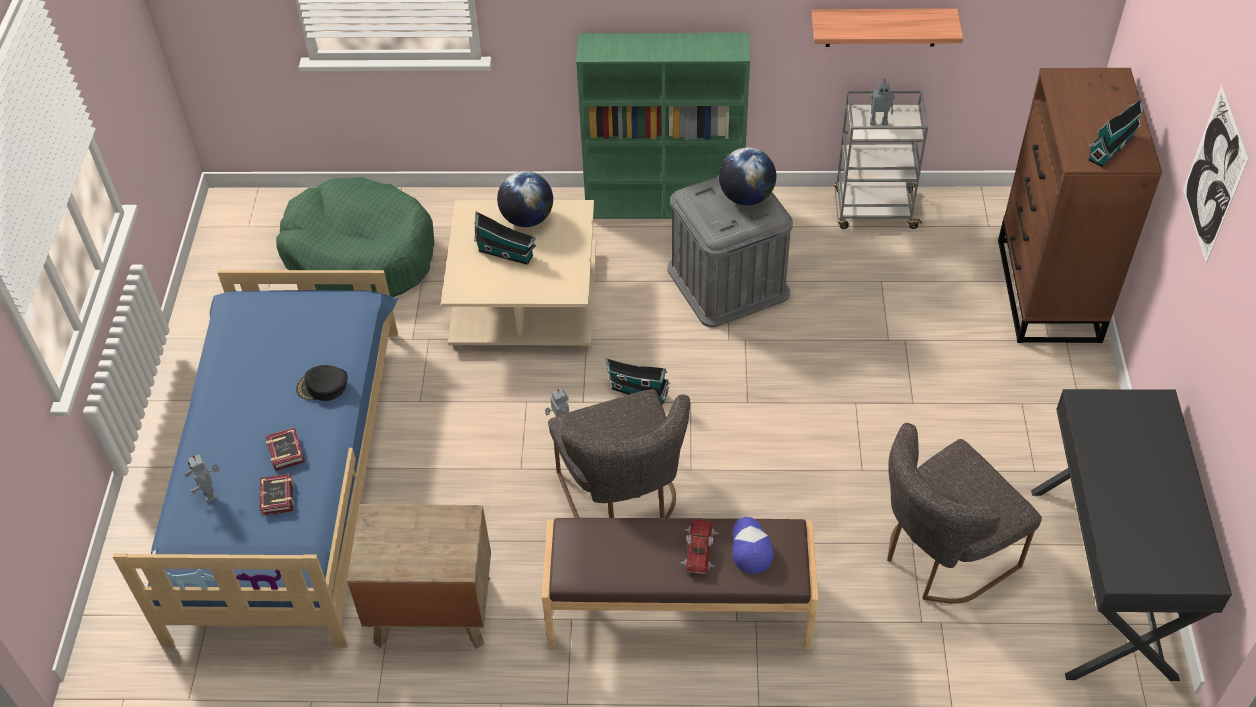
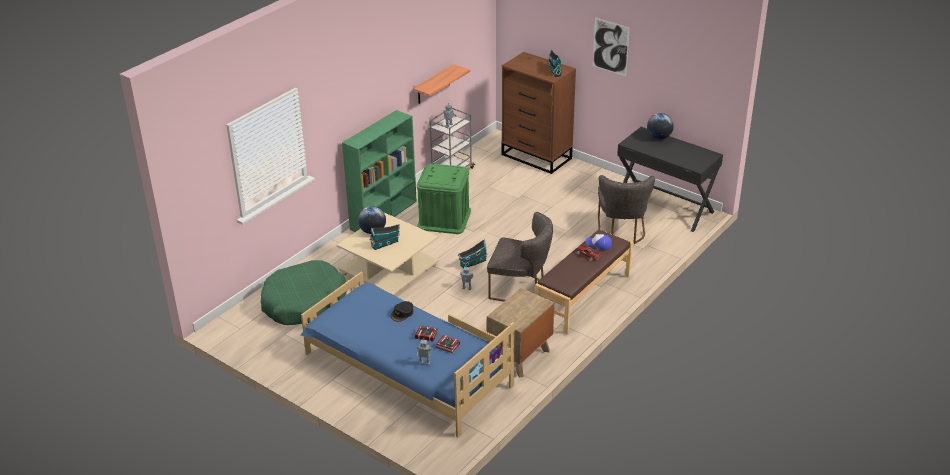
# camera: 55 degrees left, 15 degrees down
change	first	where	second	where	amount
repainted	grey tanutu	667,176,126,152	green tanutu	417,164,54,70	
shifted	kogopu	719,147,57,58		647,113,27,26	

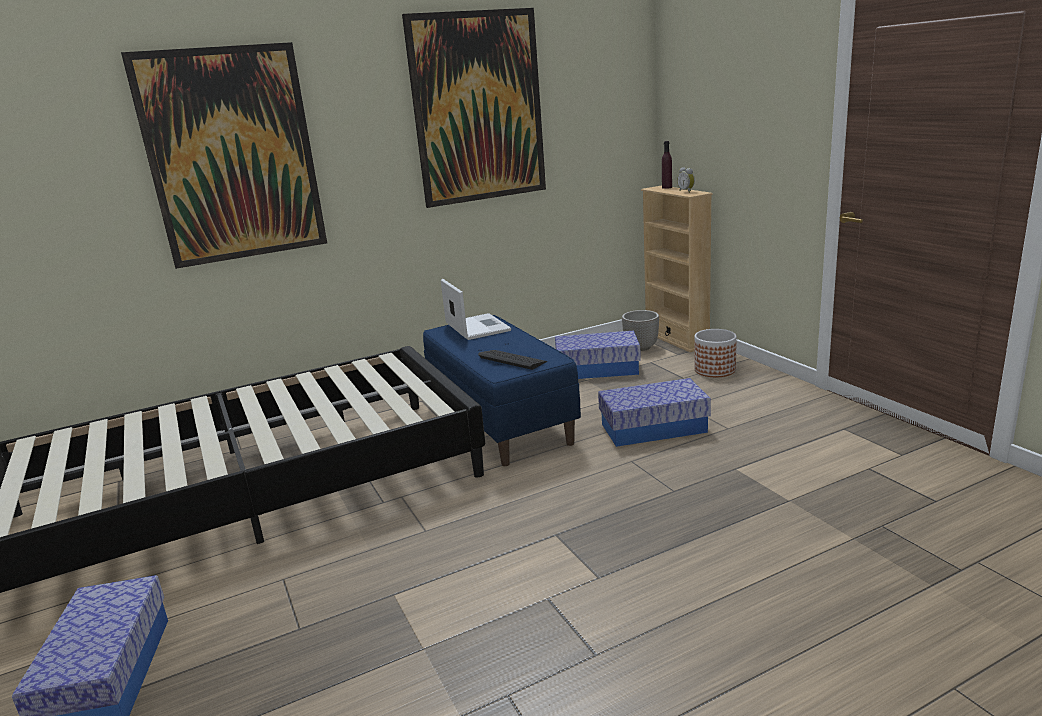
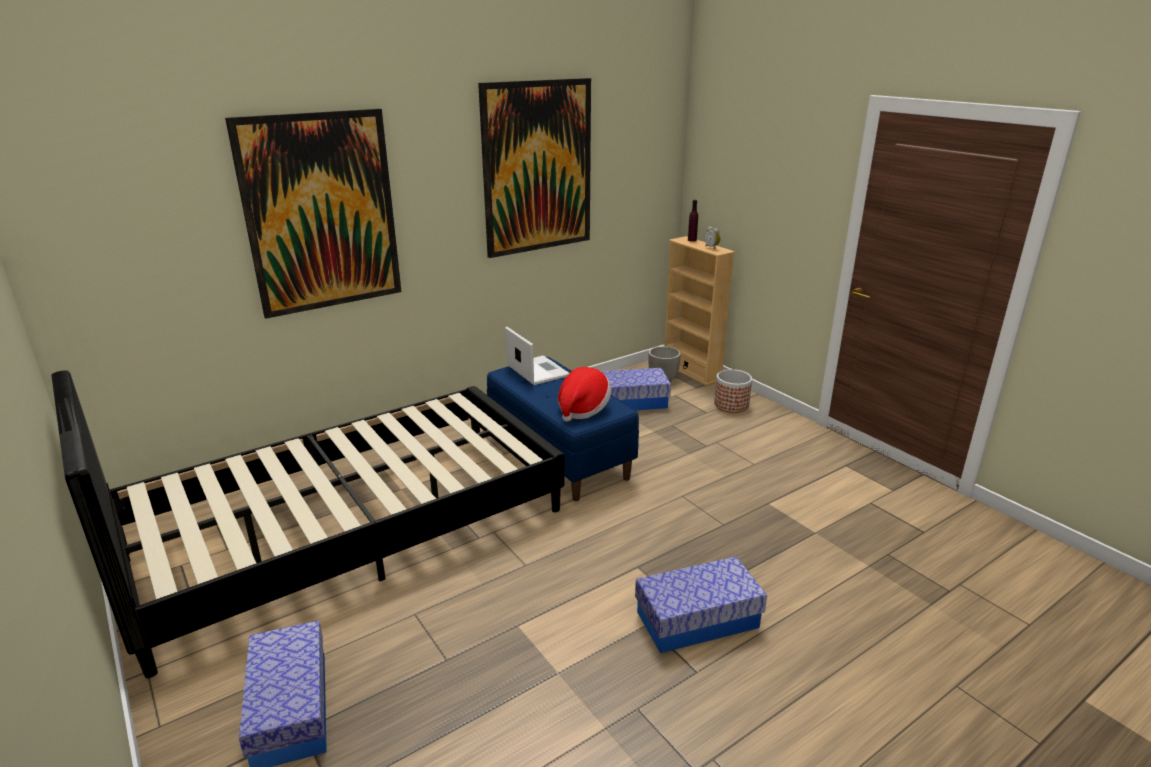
# camera: 10 degrees left, 5 degrees up
change	first	where	second	where	amount
swapped	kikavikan	478,350,69,20	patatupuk	558,367,53,55	
shifted	tanutu	598,378,113,69		635,556,132,97	

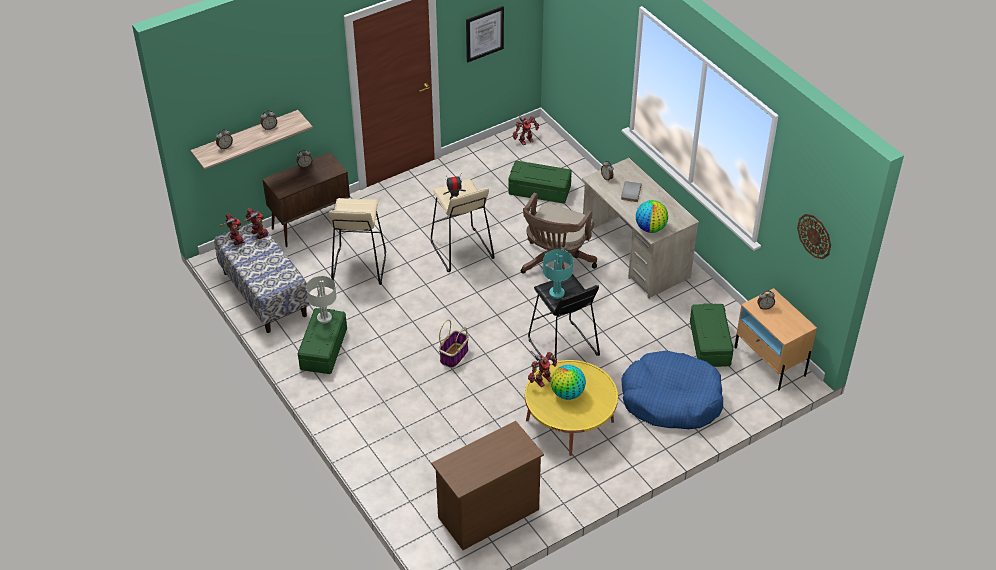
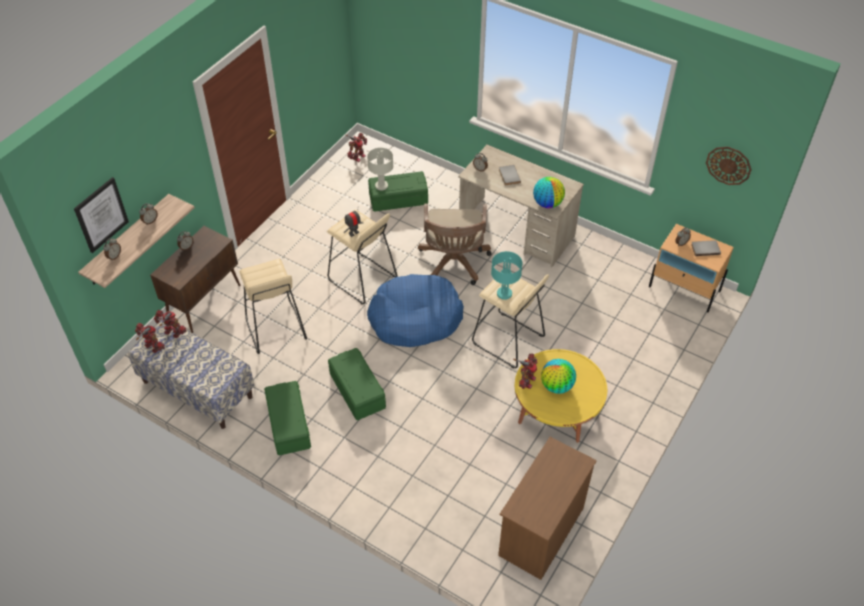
# camera: 25 degrees left, 5 degrees up
change	first	where	second	where	amount
shifted	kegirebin	466,6,38,56		74,177,55,76	
shifted	green tanutu	690,303,43,64		328,348,58,72	
shifted	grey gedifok	306,276,31,48		367,148,26,42	
shifted	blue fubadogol	621,350,102,79		367,274,97,73	
repainted	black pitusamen	528,274,72,85	beige pitusamen	472,274,77,95	
new			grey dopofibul	691,240,30,16	
gone	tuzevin	439,320,30,48			

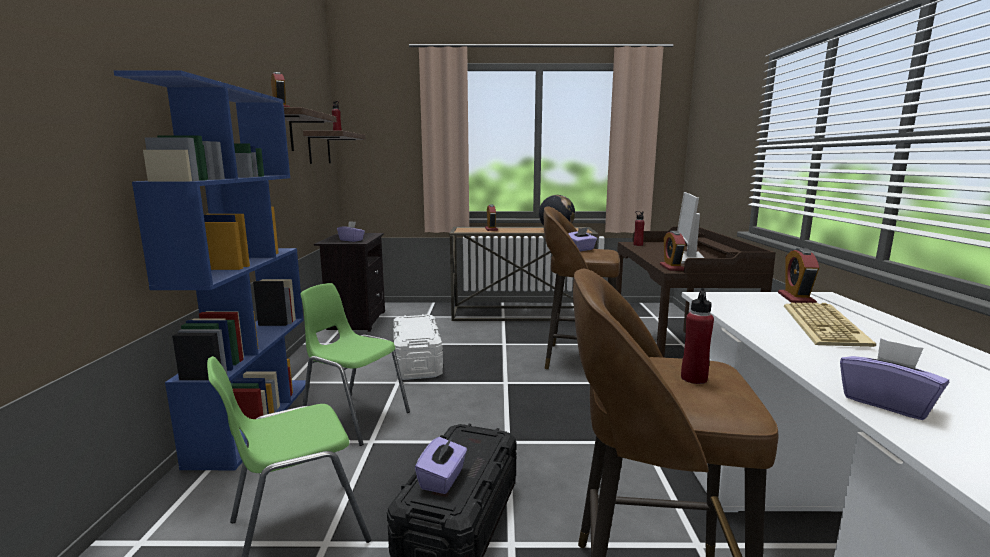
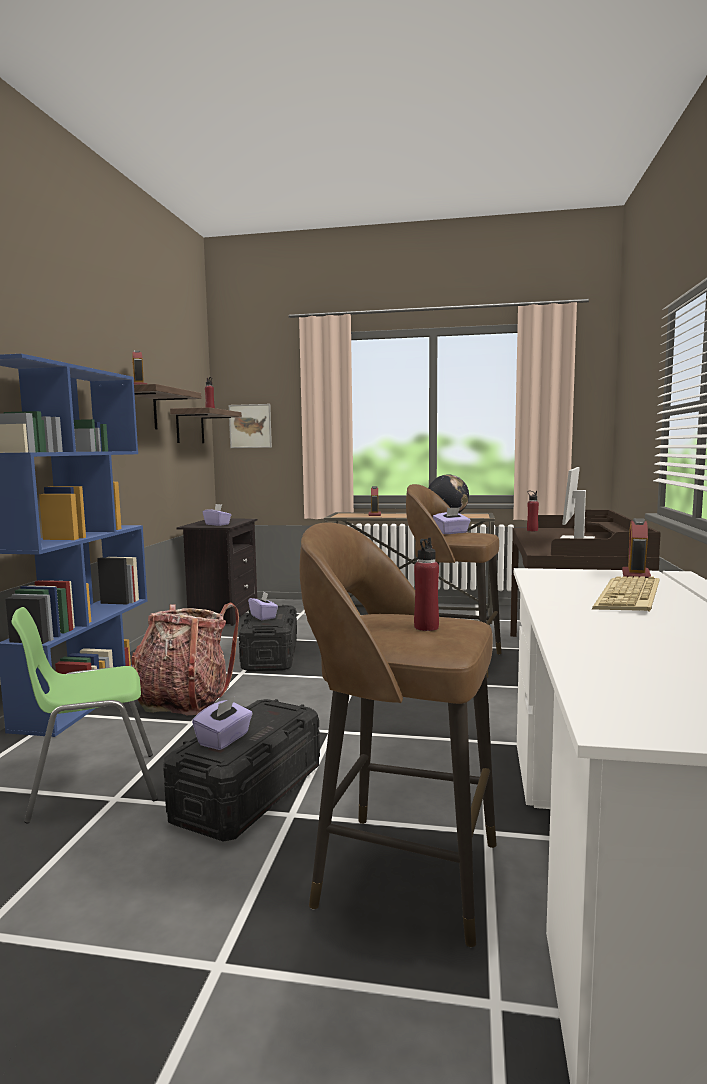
# camera: 10 degrees right, 5 degrees down
change	first	where	second	where	amount
swapped	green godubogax	301,283,109,163	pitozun	132,602,107,113	
new			kegirebin	229,404,43,44	
repainted	white tanutu	393,314,50,66	black tanutu	239,605,58,66	
shifted	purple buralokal	840,338,109,82		248,592,30,28	
gone	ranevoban	660,231,26,40			

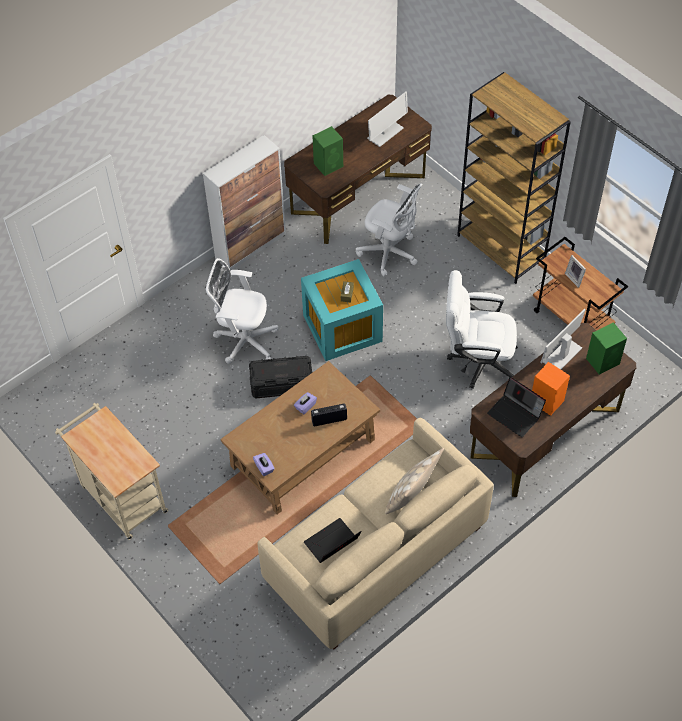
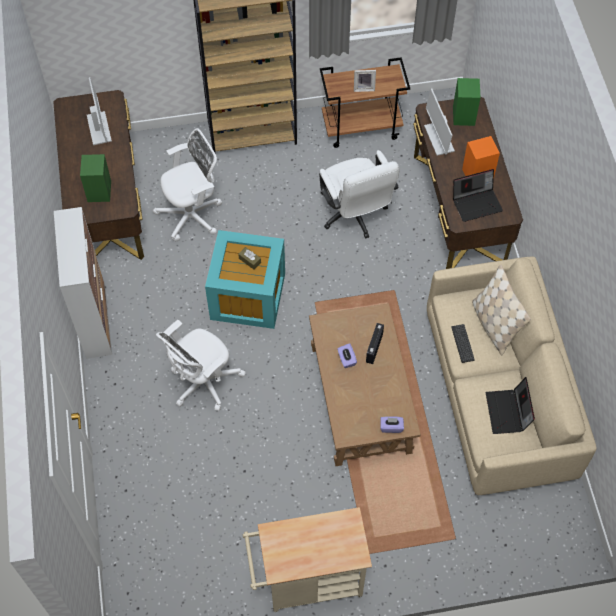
# camera: 60 degrees left, 5 degrees up
change	first	where	second	where	amount
rotated	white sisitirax	446,270,72,118		319,150,81,89	60 degrees counterclockwise
new			kikavikan	451,324,24,39	
gone	black tanutu	249,356,64,43			

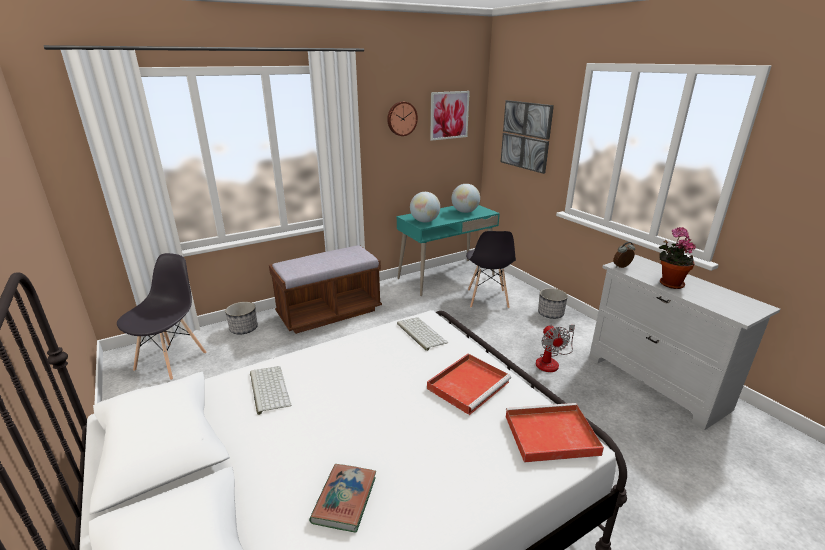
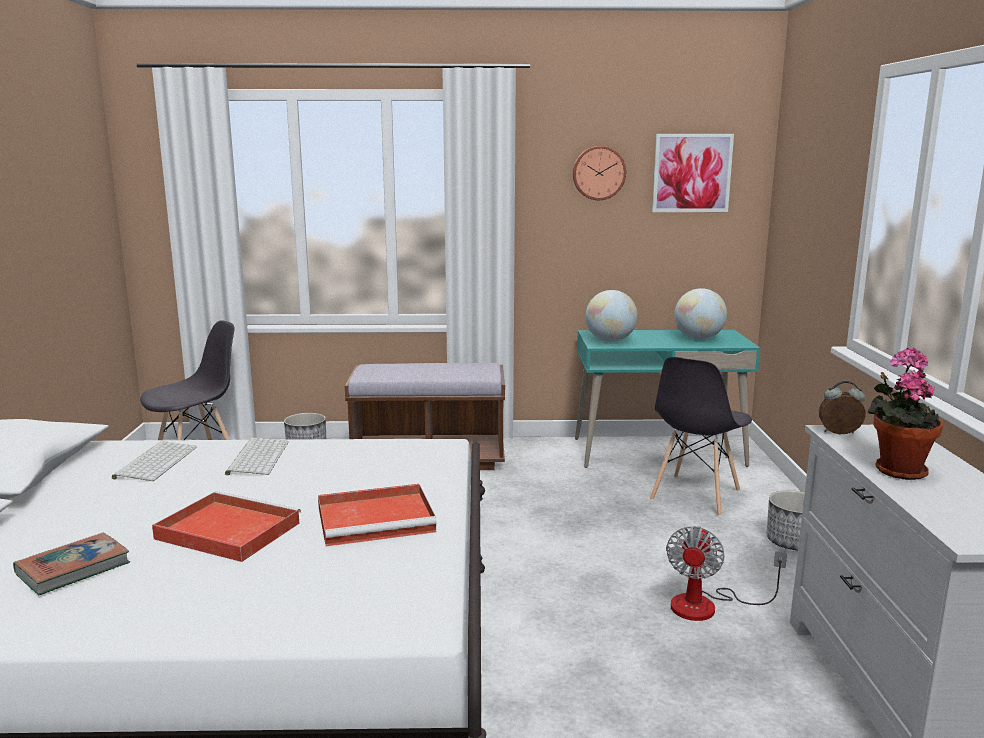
# camera: 30 degrees right, 10 degrees down
change	first	where	second	where	amount
shifted	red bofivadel	505,403,99,59		152,491,149,71	
shifted	kikavikan	397,317,51,34		225,437,64,38	
gone	kegirebin	501,100,53,74			

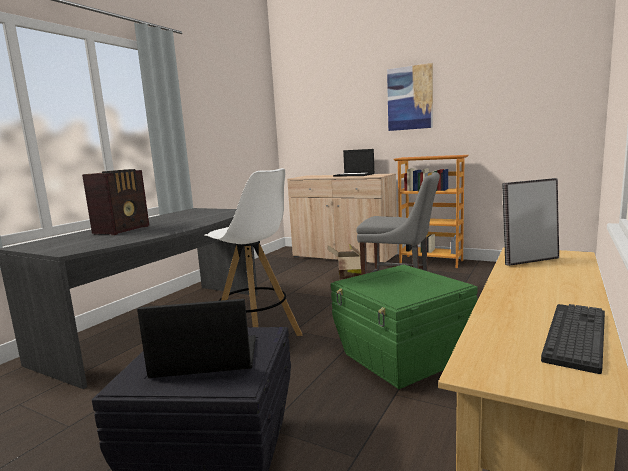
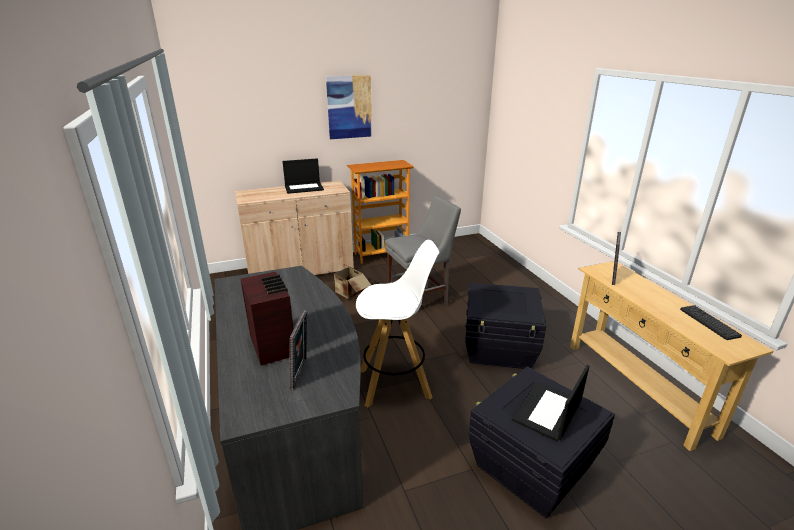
# camera: 50 degrees left, 15 degrees up
change	first	where	second	where	amount
new			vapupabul	290,310,17,79	
repainted	green tanutu	331,265,147,124	black tanutu	465,283,81,86	

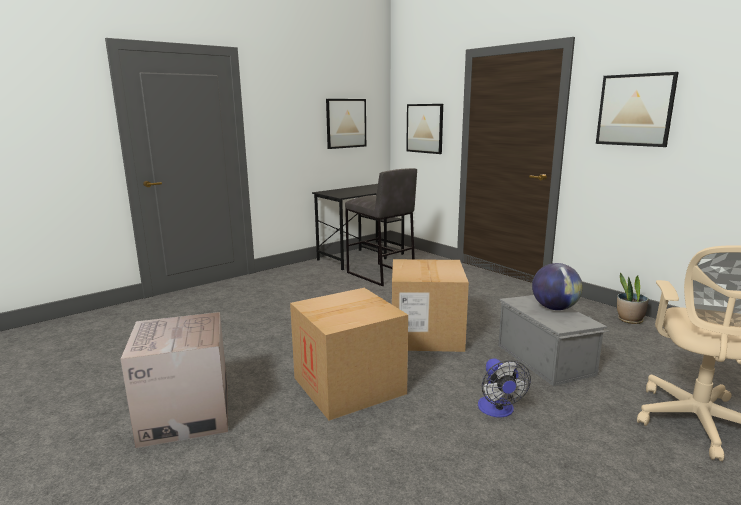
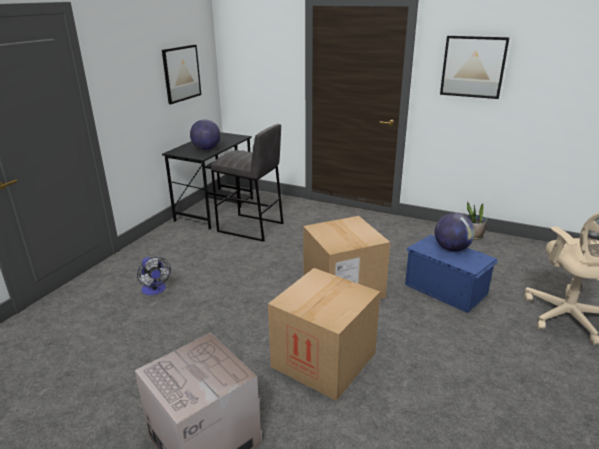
# camera: 25 degrees left, 10 degrees up
change	first	where	second	where	amount
shifted	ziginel	478,358,53,59		137,257,34,38	
new			kogopu	190,119,31,31	
repainted	grey tanutu	498,295,111,91	blue tanutu	405,235,94,78	
gone	kegirebin	406,104,37,50			

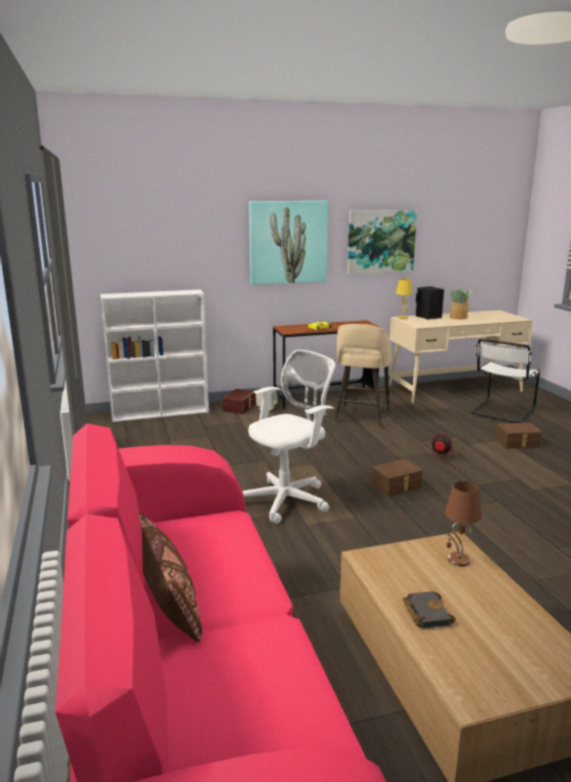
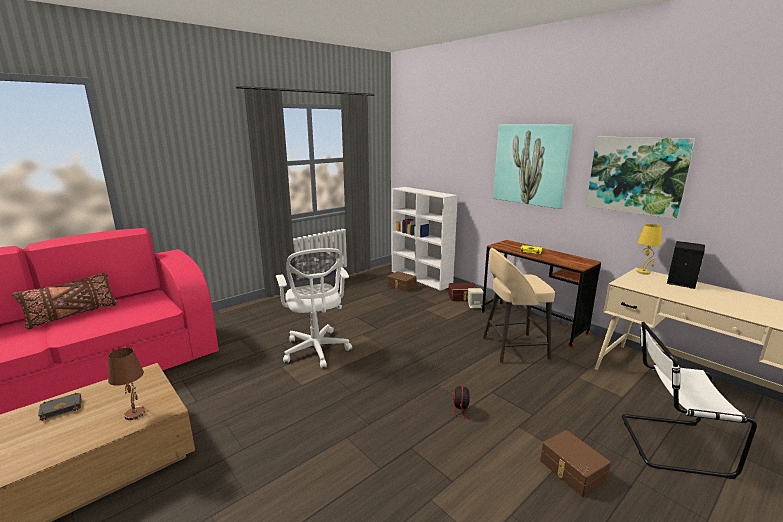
# camera: 65 degrees right, 0 degrees up
change	first	where	second	where	amount
rotated	white sisitirax	242,350,93,174		276,248,76,120	45 degrees clockwise
shifted	brown tanutu	371,459,52,37		387,271,30,21	
gone	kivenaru	450,288,21,31			

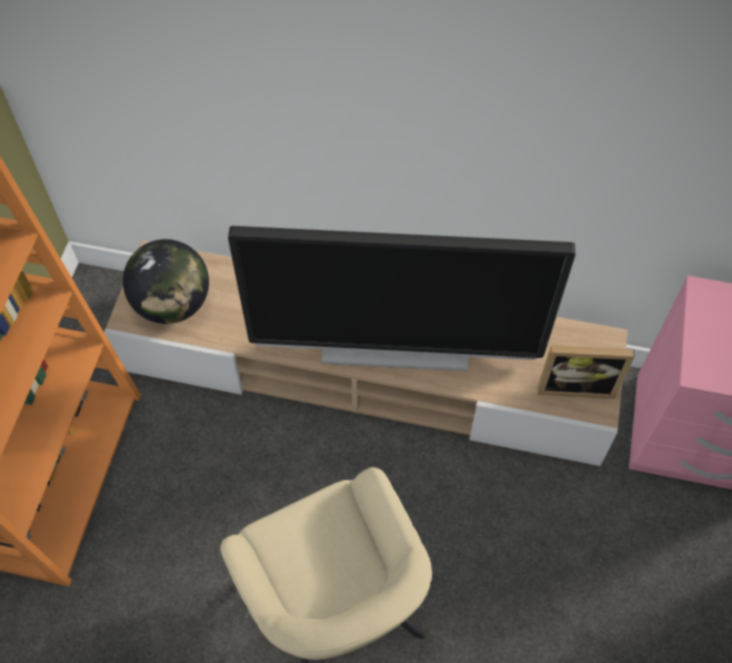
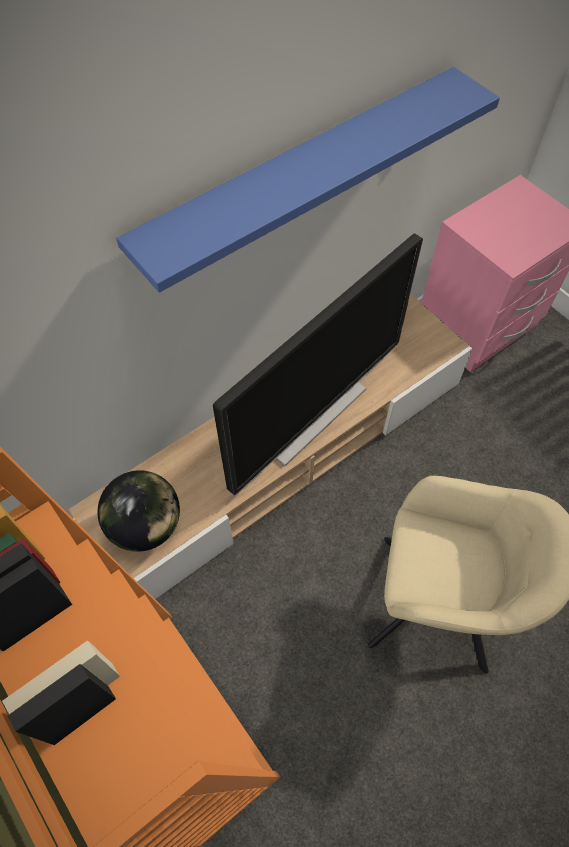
# camera: 50 degrees left, 0 degrees up
change	first	where	second	where	amount
new			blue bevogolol	116,67,384,226	
gone	vapupabul	537,345,98,54			

